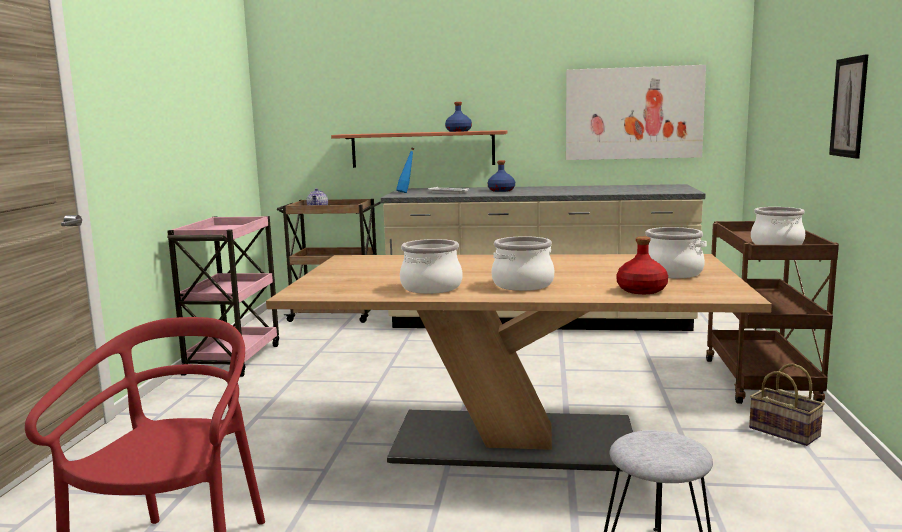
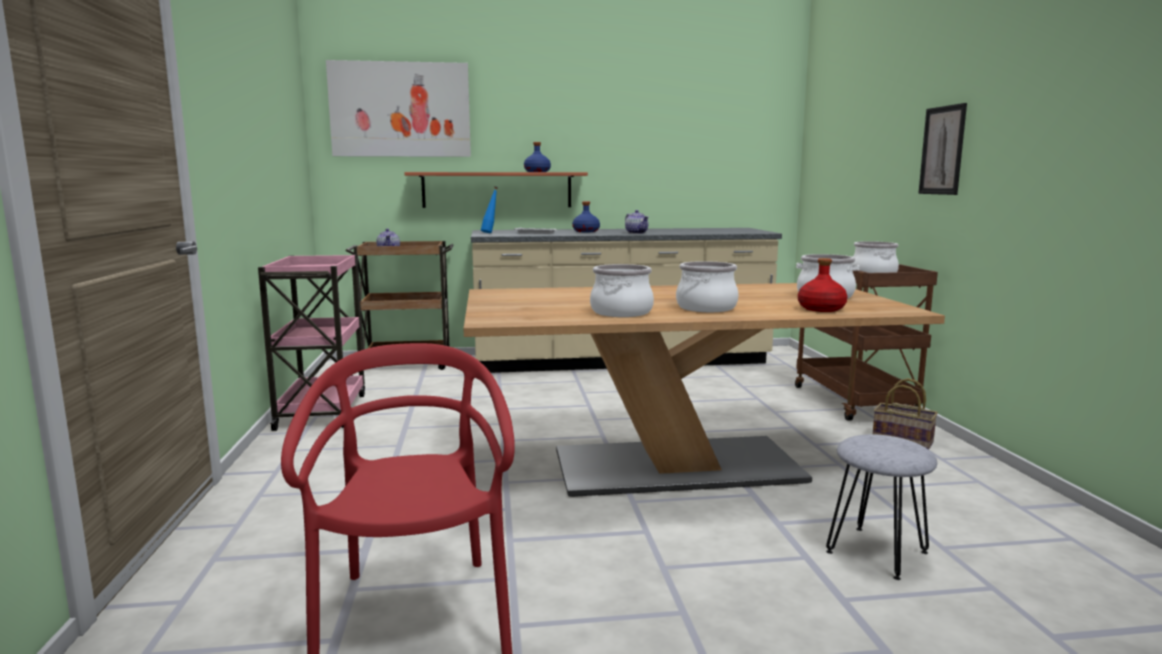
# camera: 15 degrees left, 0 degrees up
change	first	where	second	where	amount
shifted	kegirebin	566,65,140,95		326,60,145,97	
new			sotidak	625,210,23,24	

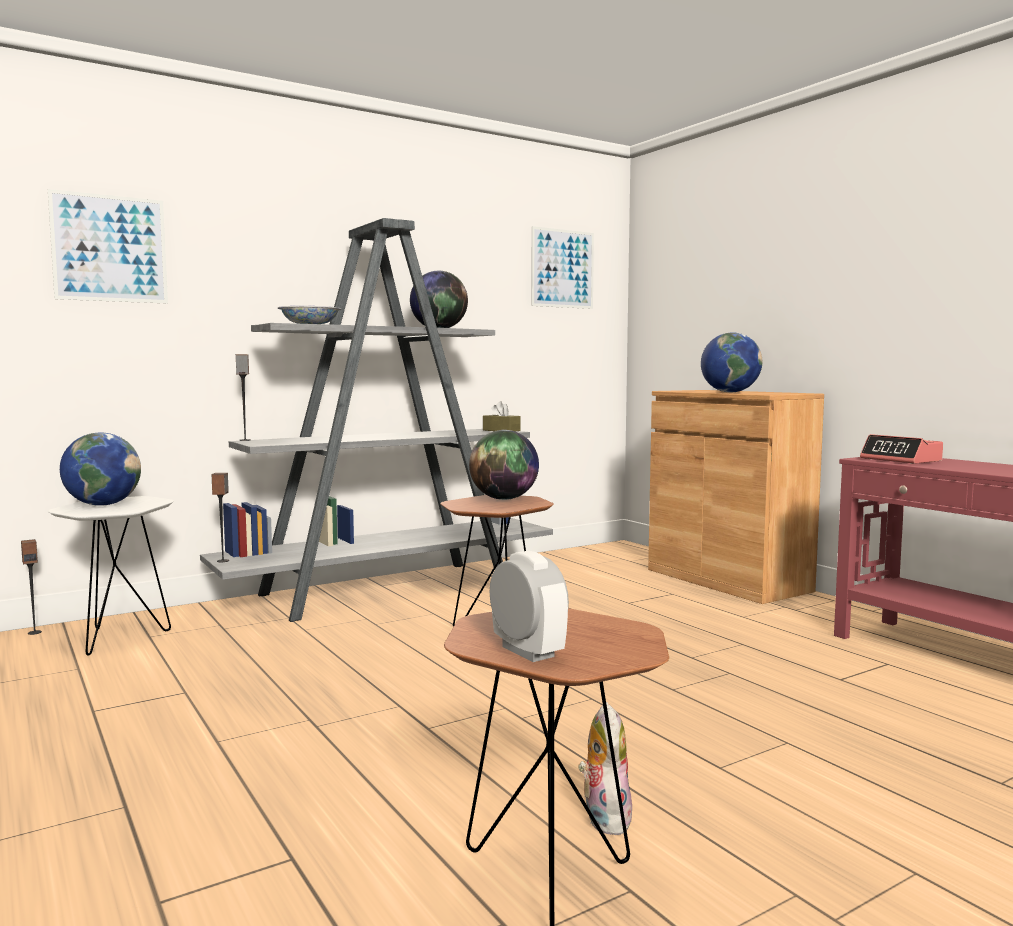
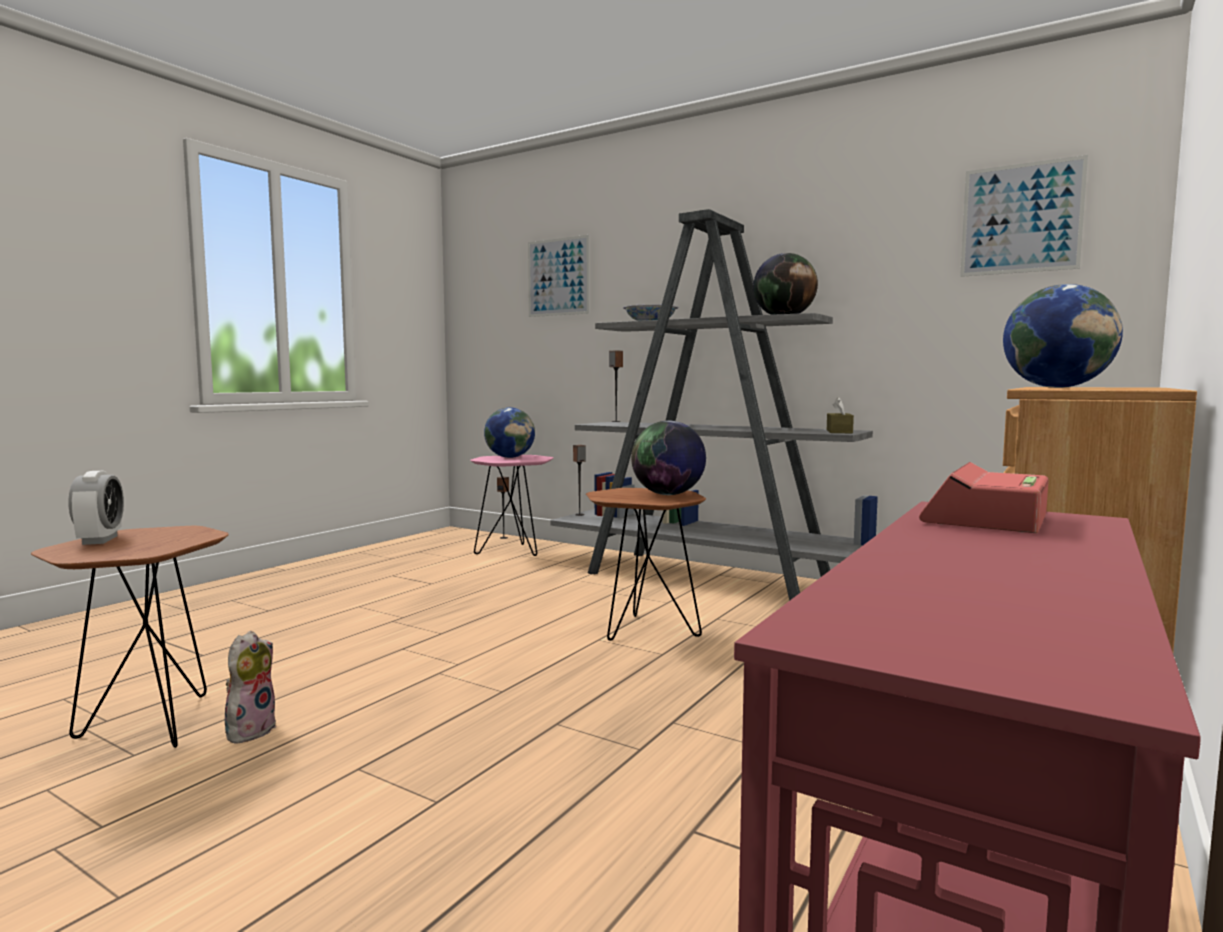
# camera: 65 degrees right, 0 degrees up
change	first	where	second	where	amount
rotated	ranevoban	490,550,79,112		68,471,56,74	45 degrees counterclockwise
rotated	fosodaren	578,702,54,133		225,631,52,113	45 degrees counterclockwise
repainted	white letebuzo	48,496,126,160	pink letebuzo	470,455,84,101	

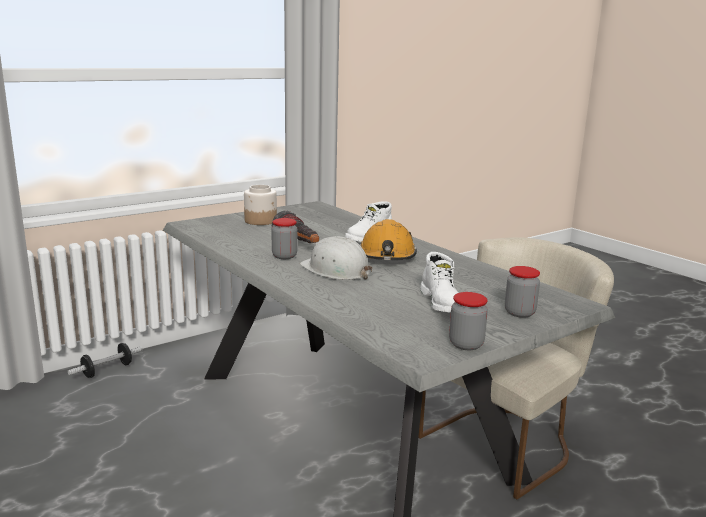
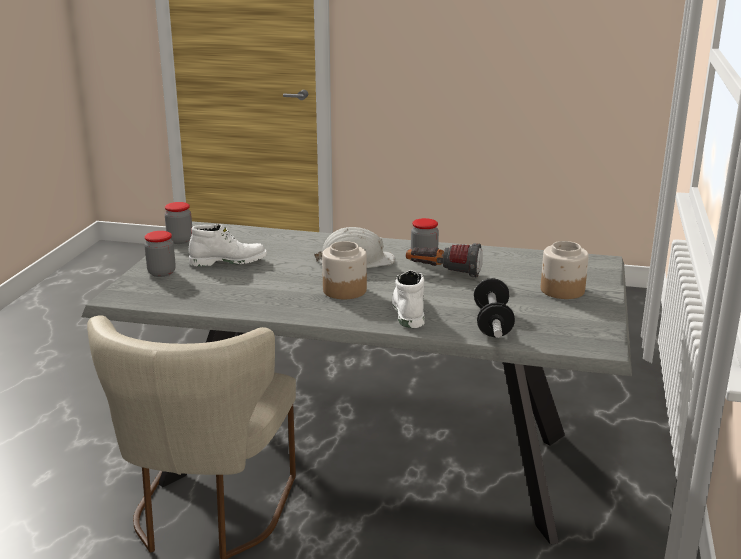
# camera: 140 degrees right, 5 degrees up
change	first	where	second	where	amount
rotated	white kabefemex	420,252,39,60		189,224,78,42	135 degrees clockwise
swapped	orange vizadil	360,219,57,41	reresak	322,241,45,58	
shifted	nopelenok	68,343,74,35		474,278,41,60	

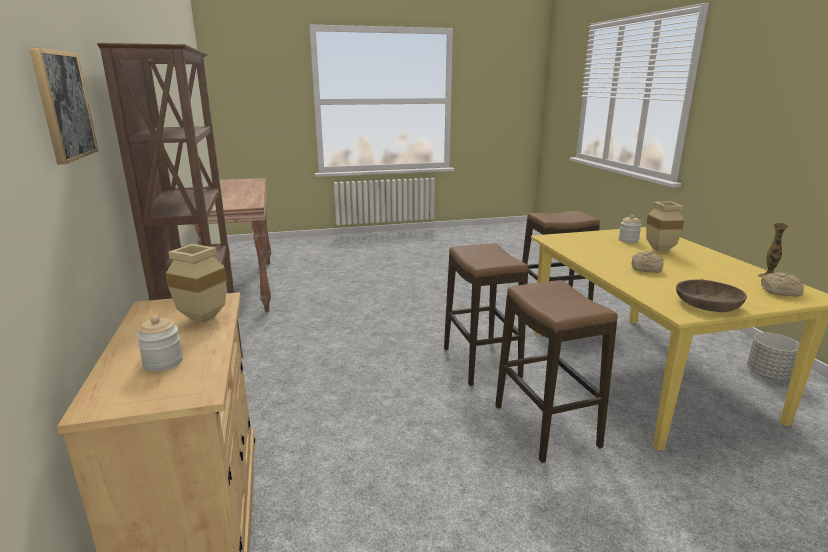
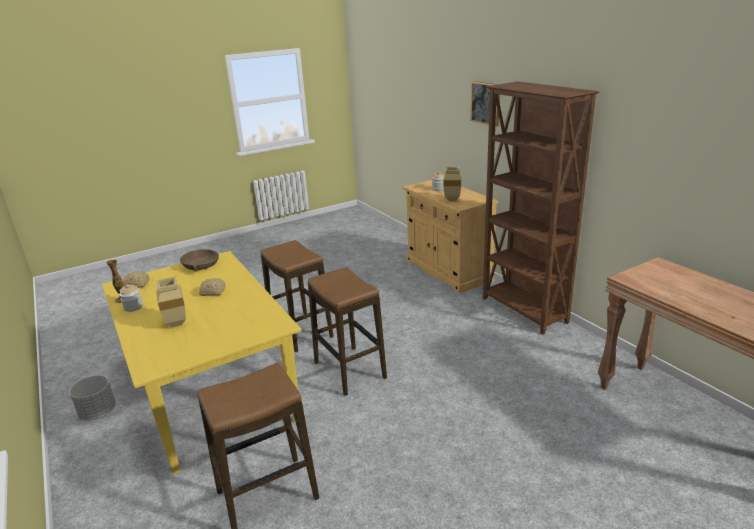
# camera: 165 degrees right, 5 degrees up
change	first	where	second	where	amount
shifted	reresak	619,215,23,28		119,284,24,28	

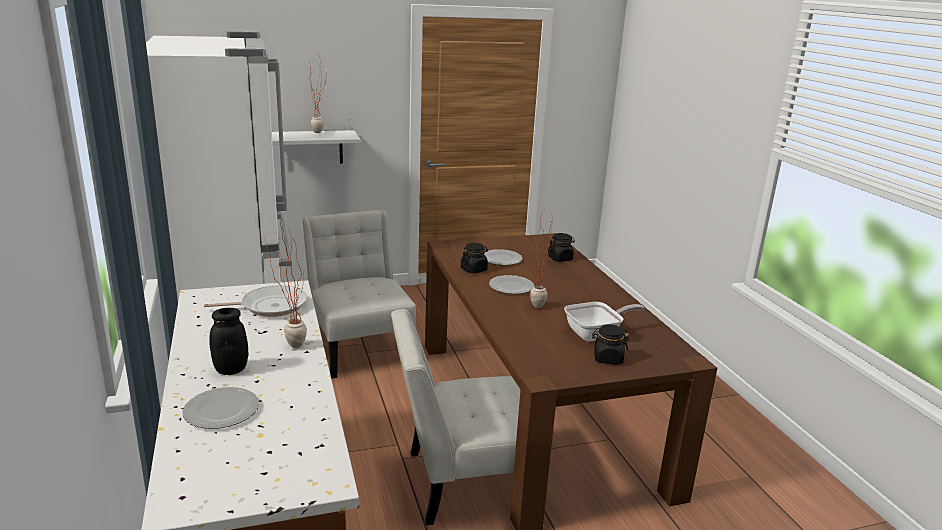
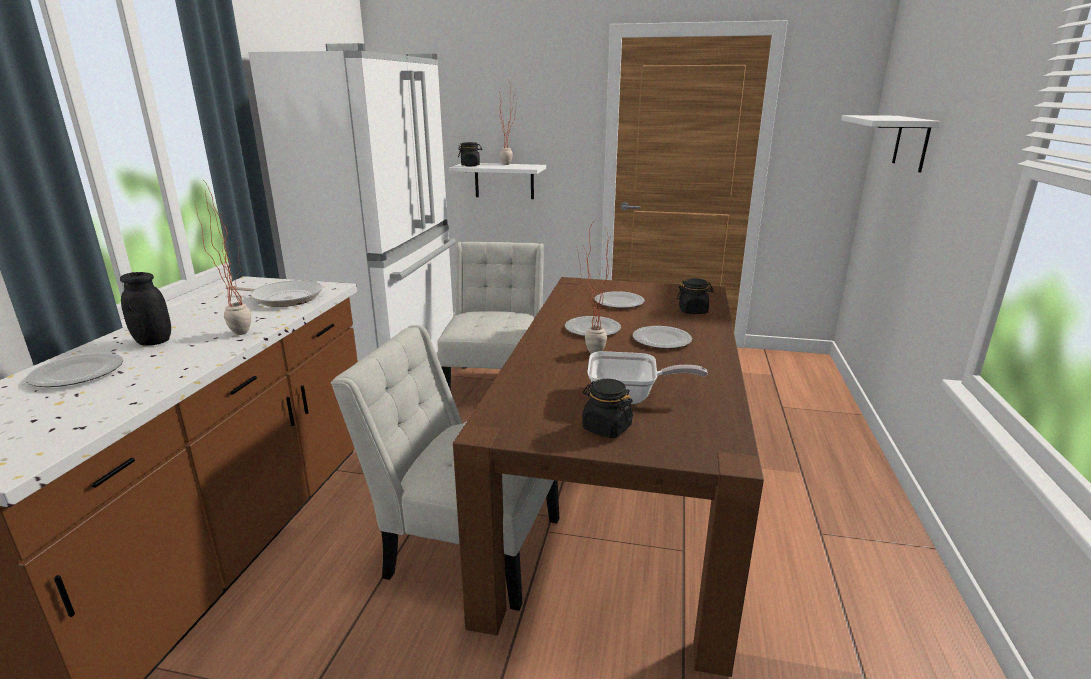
# camera: 30 degrees right, 0 degrees up
change	first	where	second	where	amount
shifted	black reresak	461,243,27,31		458,142,24,24	
new			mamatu	633,326,59,23	
new			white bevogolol	841,115,99,58	

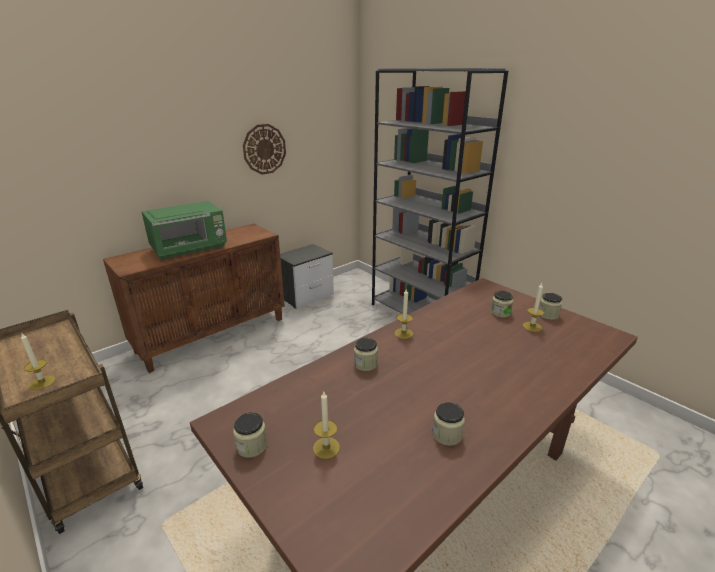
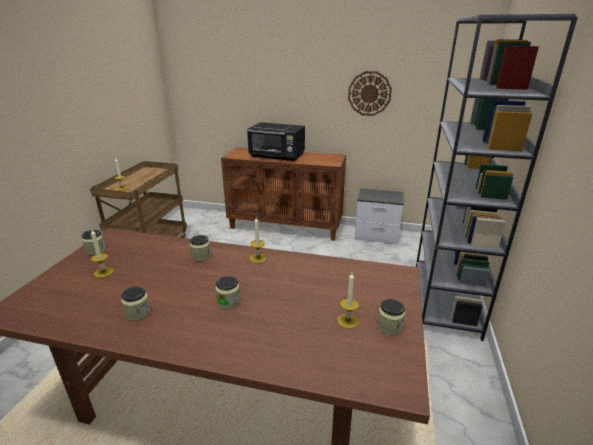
# camera: 55 degrees right, 0 degrees up
change	first	where	second	where	amount
shifted	reresak	491,291,22,27		215,276,25,33	
repainted	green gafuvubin	141,201,86,59	black gafuvubin	247,122,58,40	

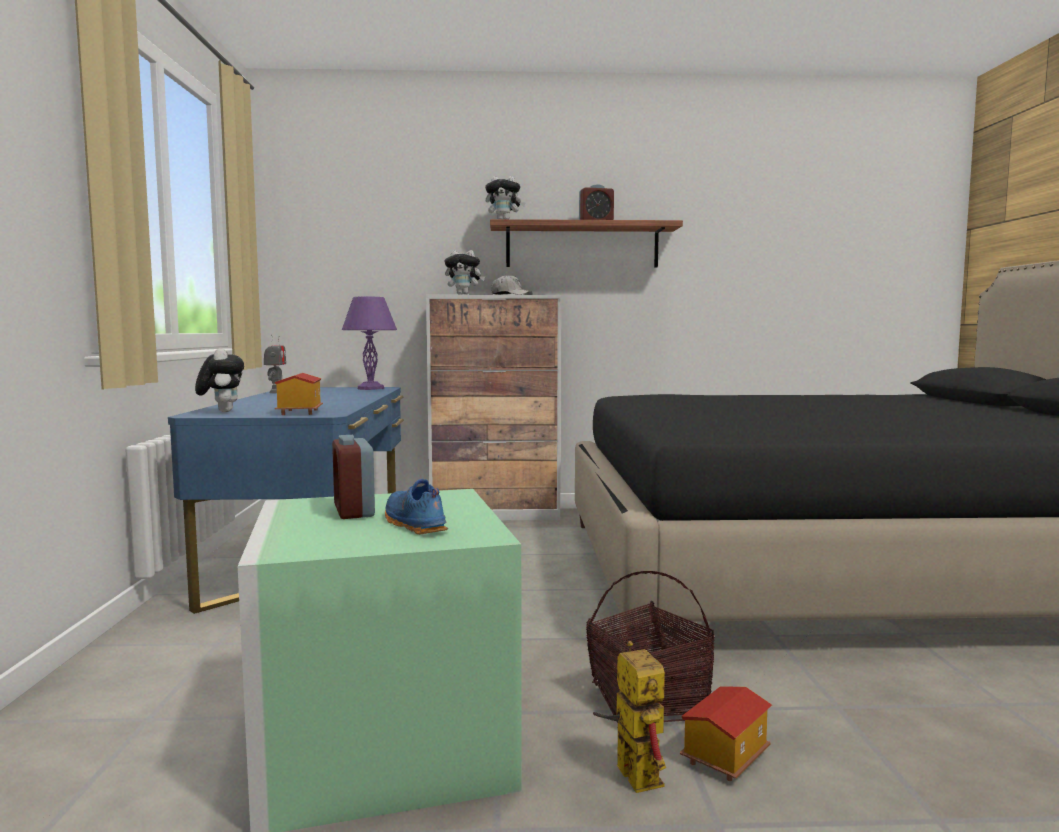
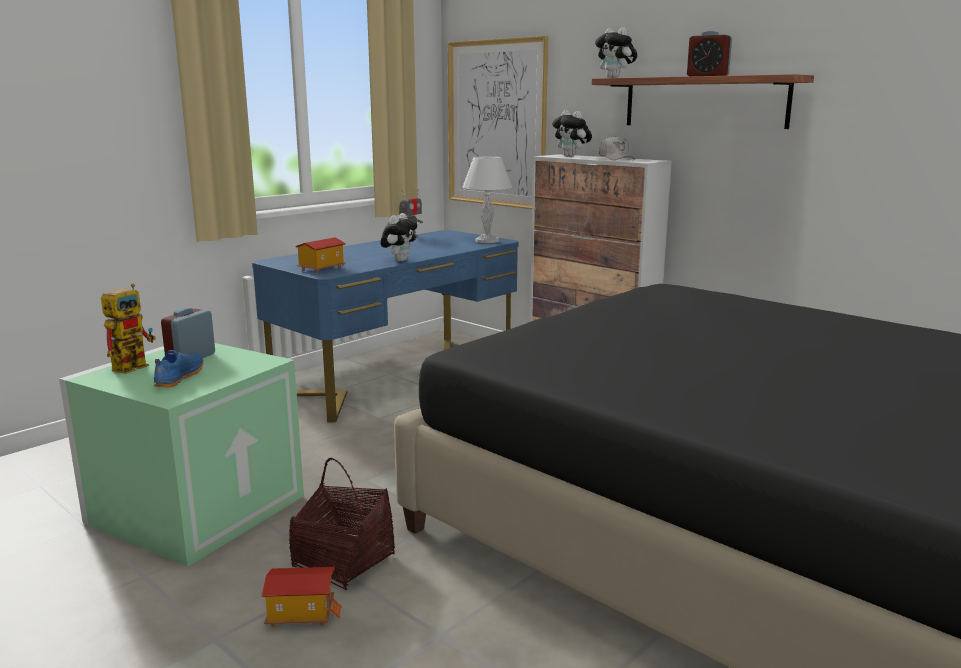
# camera: 45 degrees right, 10 degrees up
change	first	where	second	where	amount
shifted	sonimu	593,641,73,152		101,284,55,90	
shifted	fosodaren	195,348,49,64		380,213,37,49	
new			kegirebin	448,36,100,173	
repainted	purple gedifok	342,296,55,94	white gedifok	462,156,50,87	

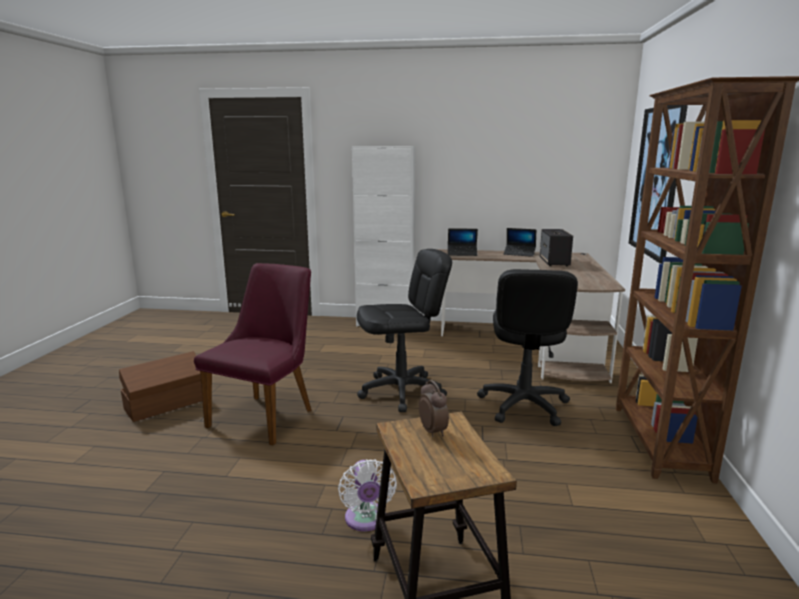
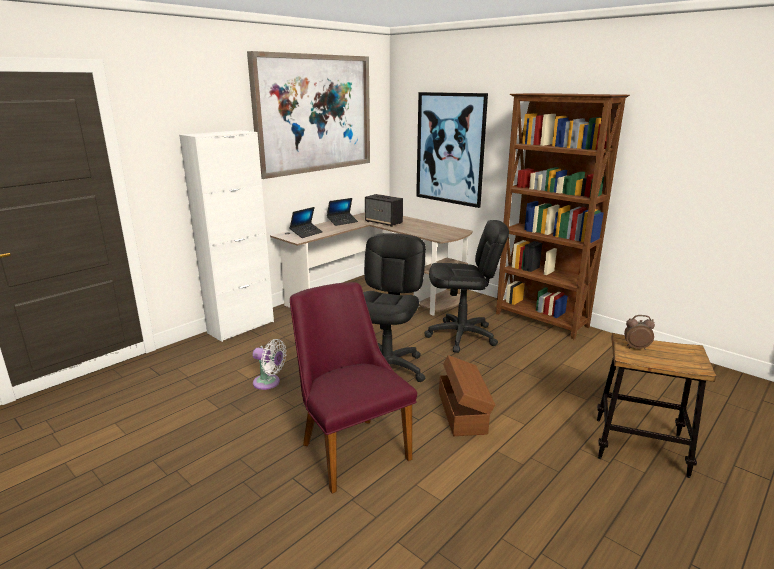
# camera: 55 degrees left, 5 degrees up
change	first	where	second	where	amount
new			kegirebin	247,51,123,128	
shifted	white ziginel	338,460,59,71		253,339,34,51	
rotated	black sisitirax	477,269,101,157		424,220,85,133	45 degrees counterclockwise
shifted	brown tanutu	119,351,83,71		439,355,56,81	

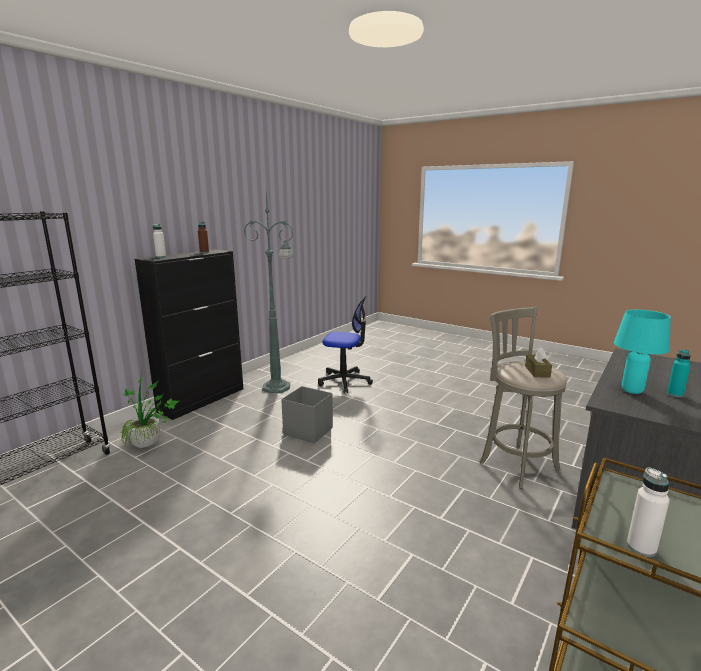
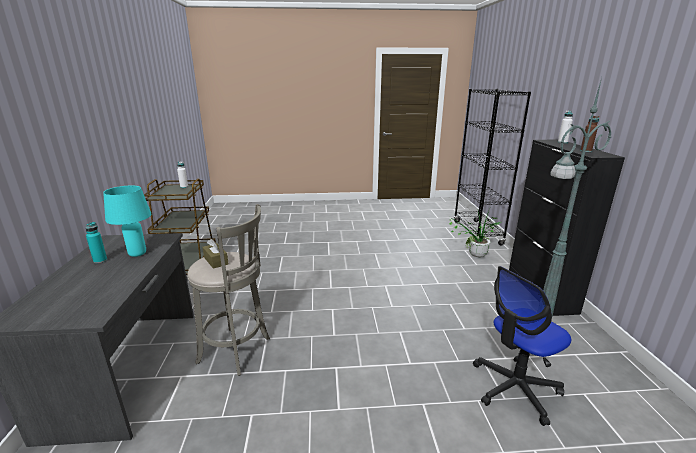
# camera: 140 degrees right, 5 degrees up
change	first	where	second	where	amount
gone	grey tanutu	281,386,52,57			

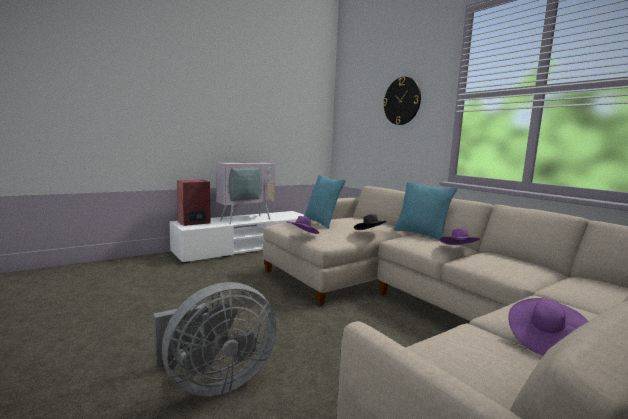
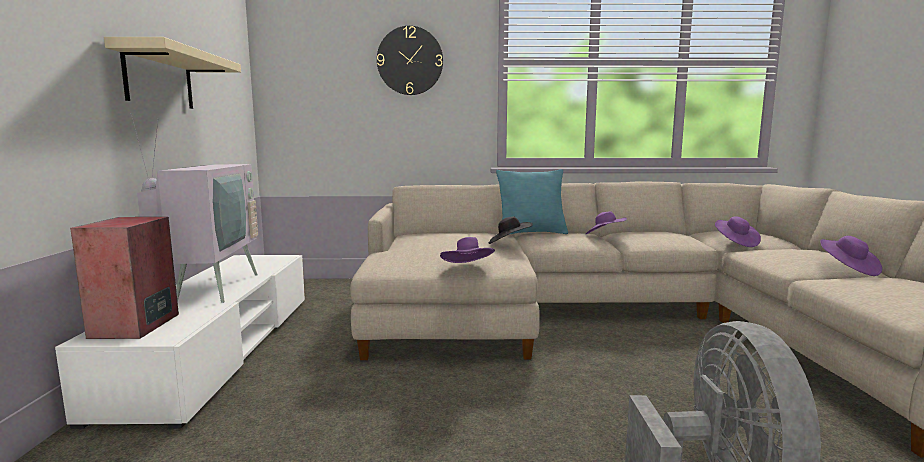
# camera: 55 degrees left, 0 degrees up
change	first	where	second	where	amount
new			beige bevogolol	104,37,137,72	
new			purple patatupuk	715,216,46,31	
gone	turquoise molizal	304,175,42,54			

